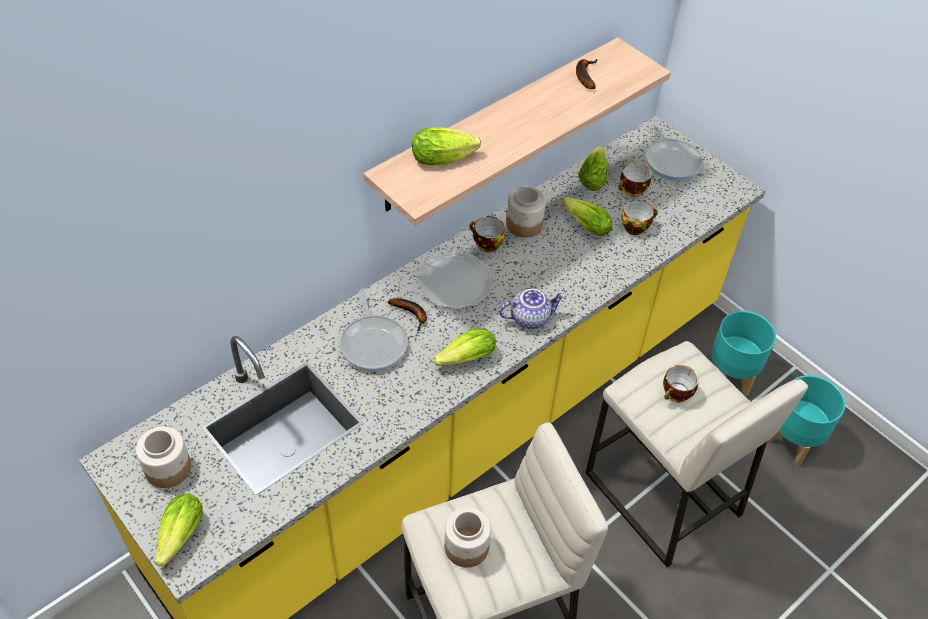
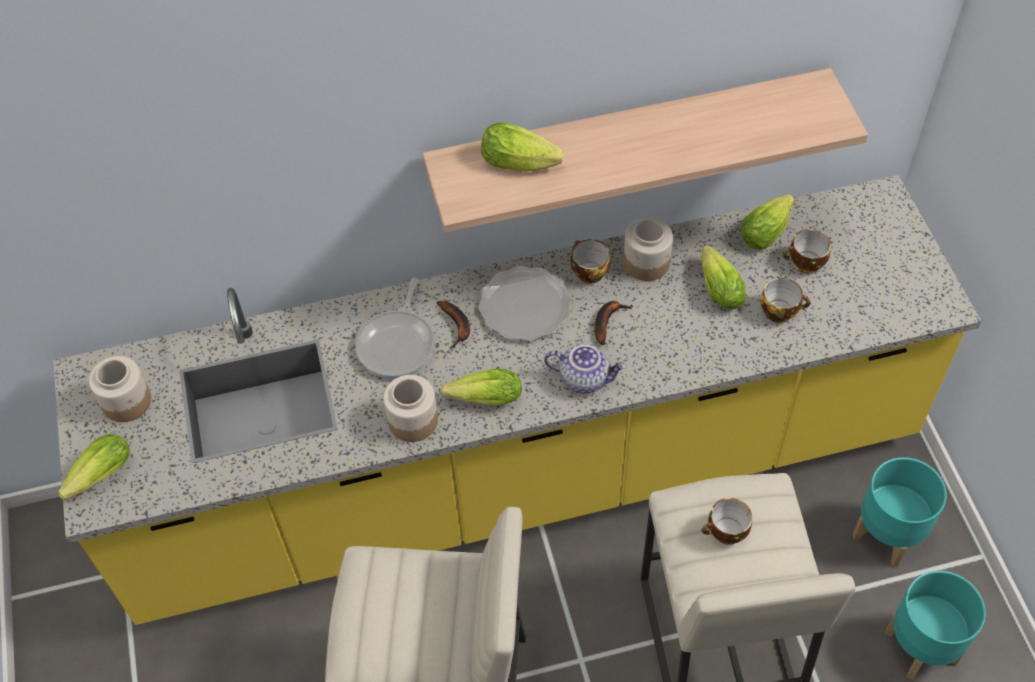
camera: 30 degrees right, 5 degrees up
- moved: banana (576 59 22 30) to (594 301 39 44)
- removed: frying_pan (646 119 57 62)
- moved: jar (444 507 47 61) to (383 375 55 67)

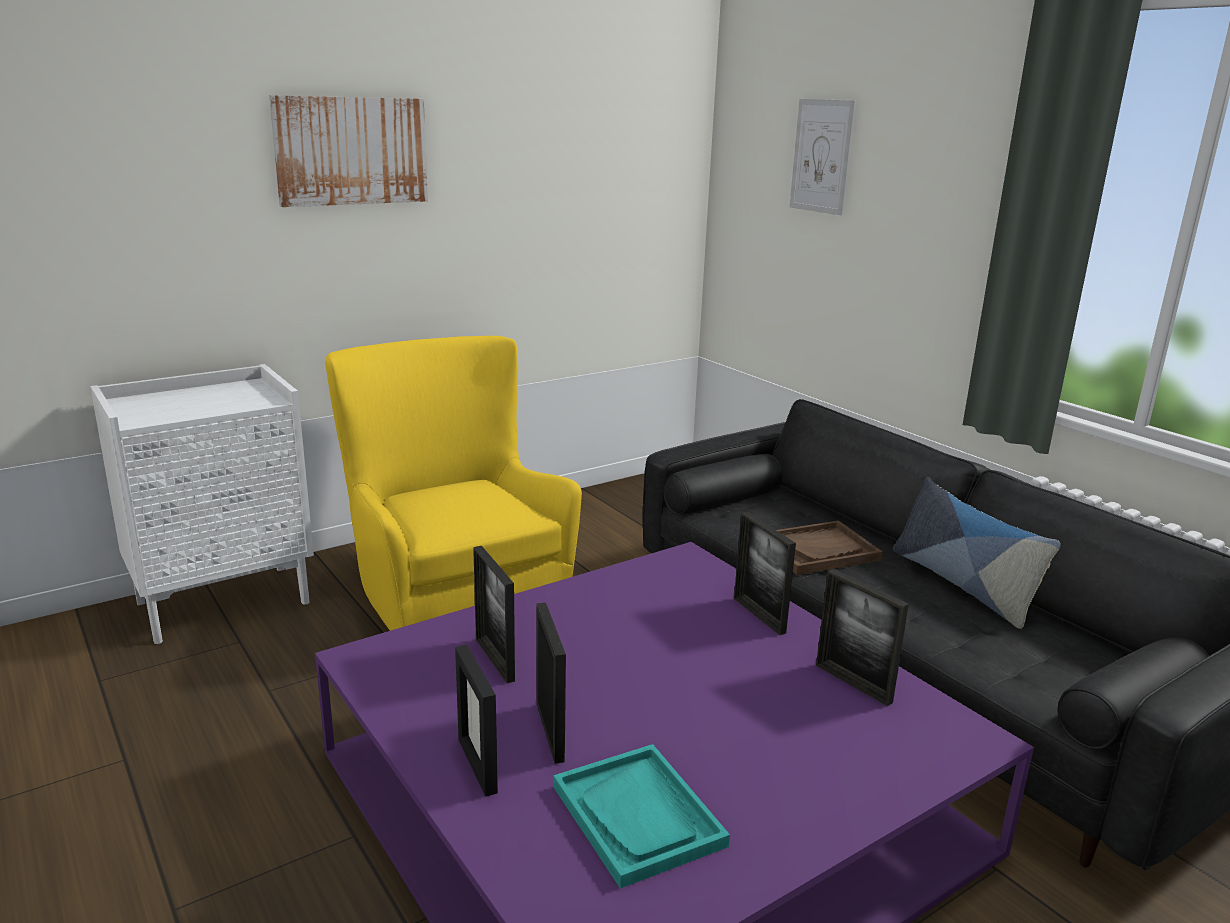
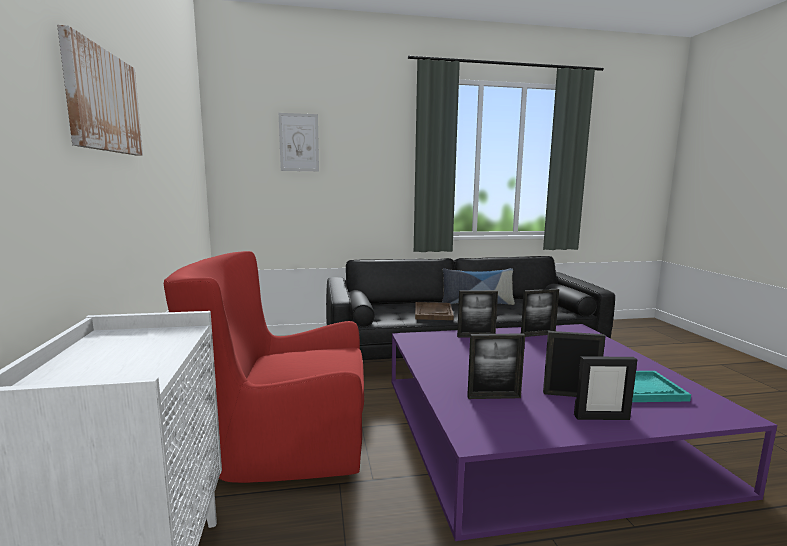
camera: 65 degrees left, 10 degrees down
- recoloured: yellow_armchair (325 336 257 295) to red_armchair (164 251 200 232)

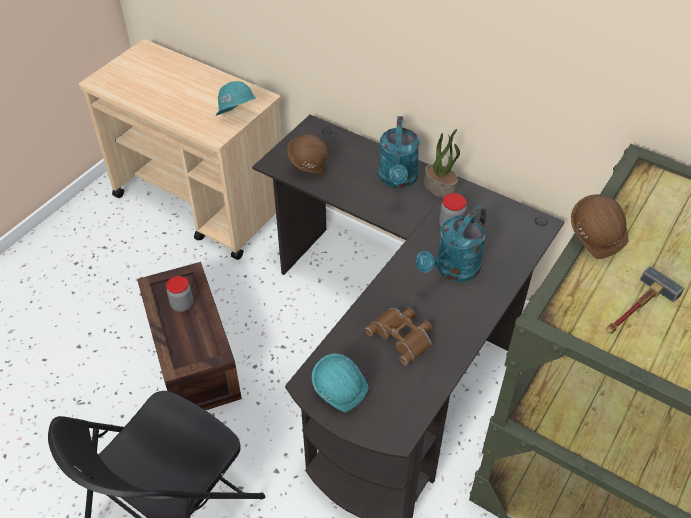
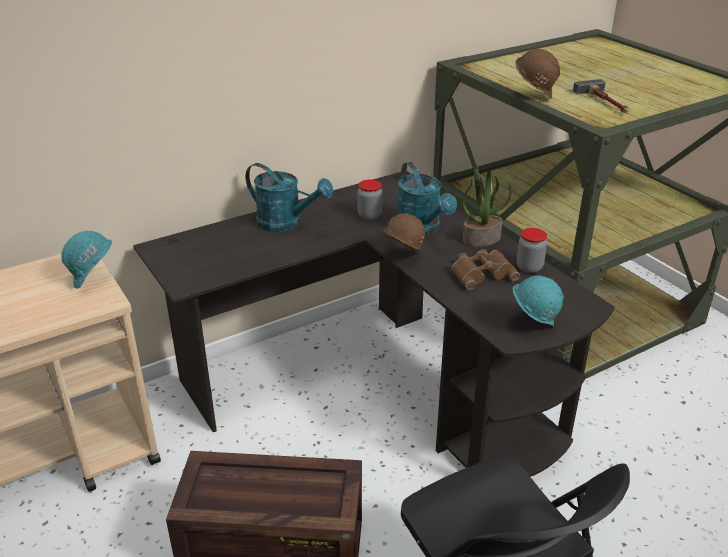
camera: 65 degrees left, 15 degrees down
- moved: potted_plant (424 129 36 69) to (462 169 50 78)
- moved: brown_hard_hat (287 134 41 41) to (382 213 43 39)
- moved: jar (166 276 27 36) to (516 228 31 45)

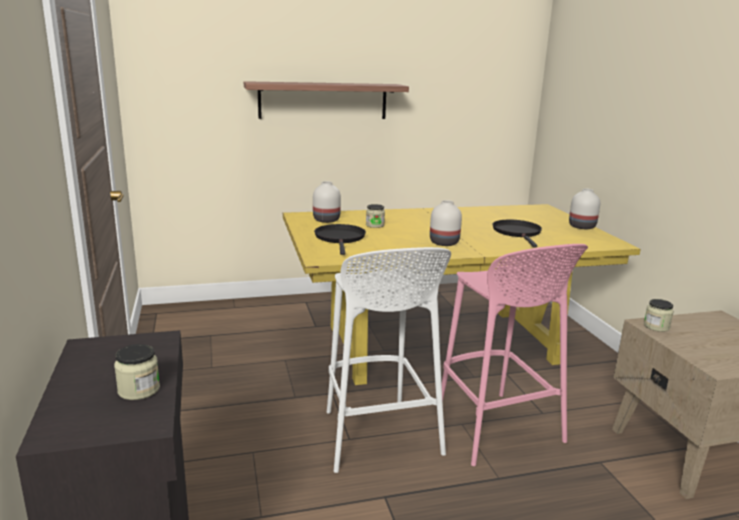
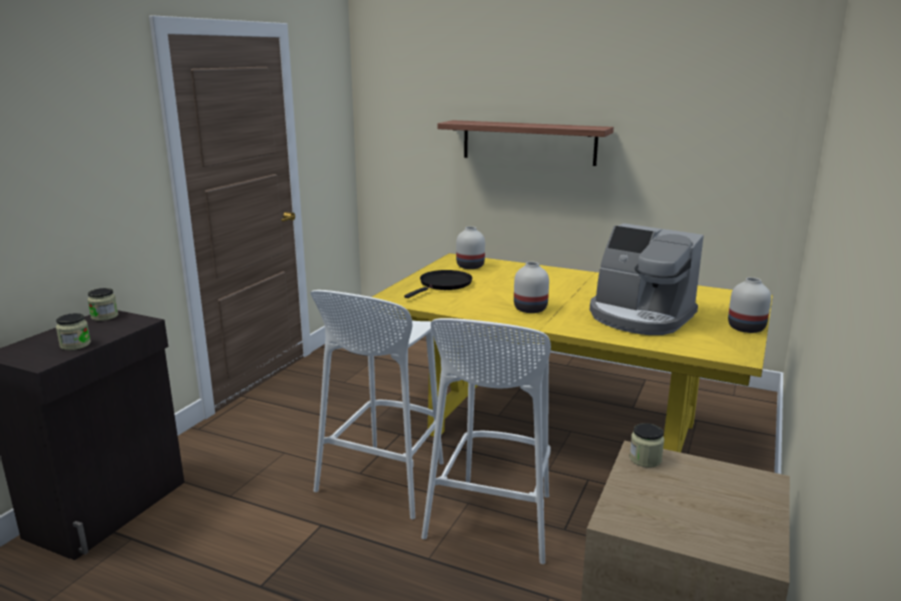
camera: 40 degrees right, 0 degrees up
- moved: jar (366 204 19 24) to (88 288 30 33)
- replaced: black_frying_pan (493 220 49 27) to coffee_machine (590 223 114 112)
- recoloured: pink_stool (442 244 146 222) to white_stool (421 318 130 246)

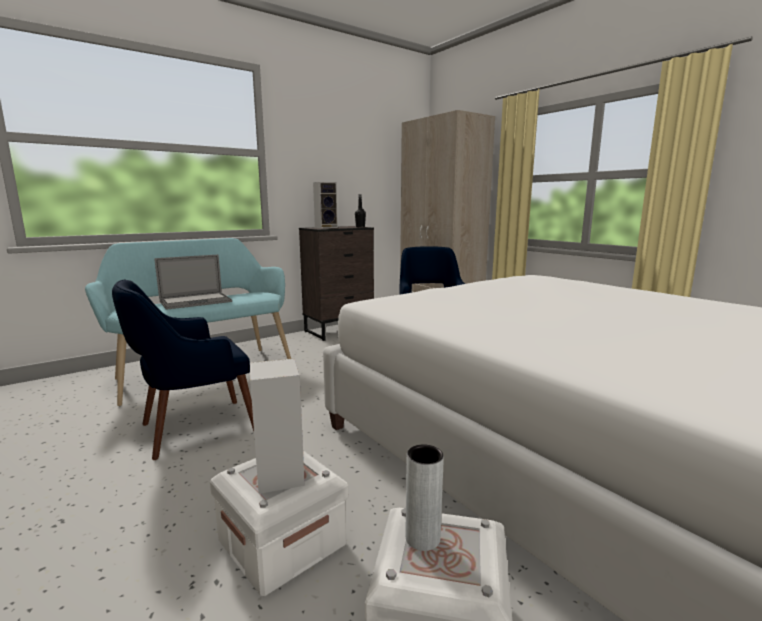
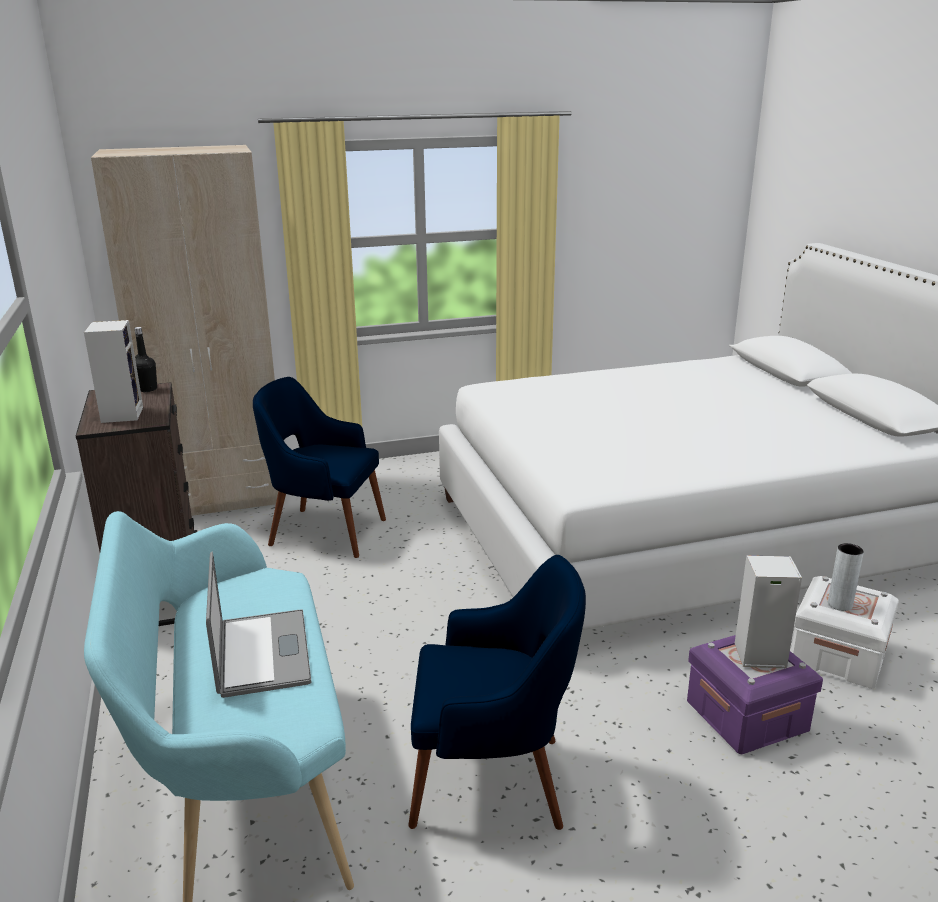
camera: 70 degrees left, 10 degrees up
- turned: blue_armchair (112 280 142 180) = (408 555 178 275) 75 degrees counterclockwise
- recoloured: white_storage_box (210 450 139 146) to purple_storage_box (687 635 136 119)

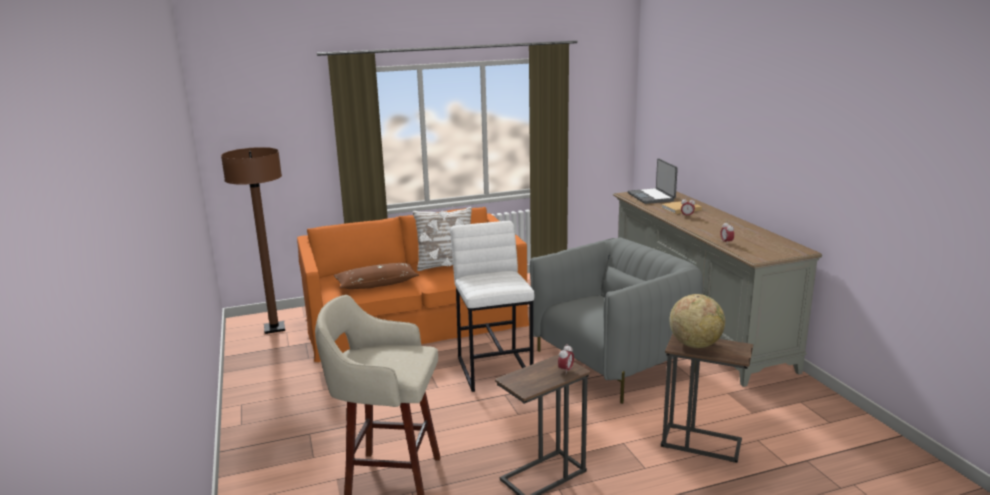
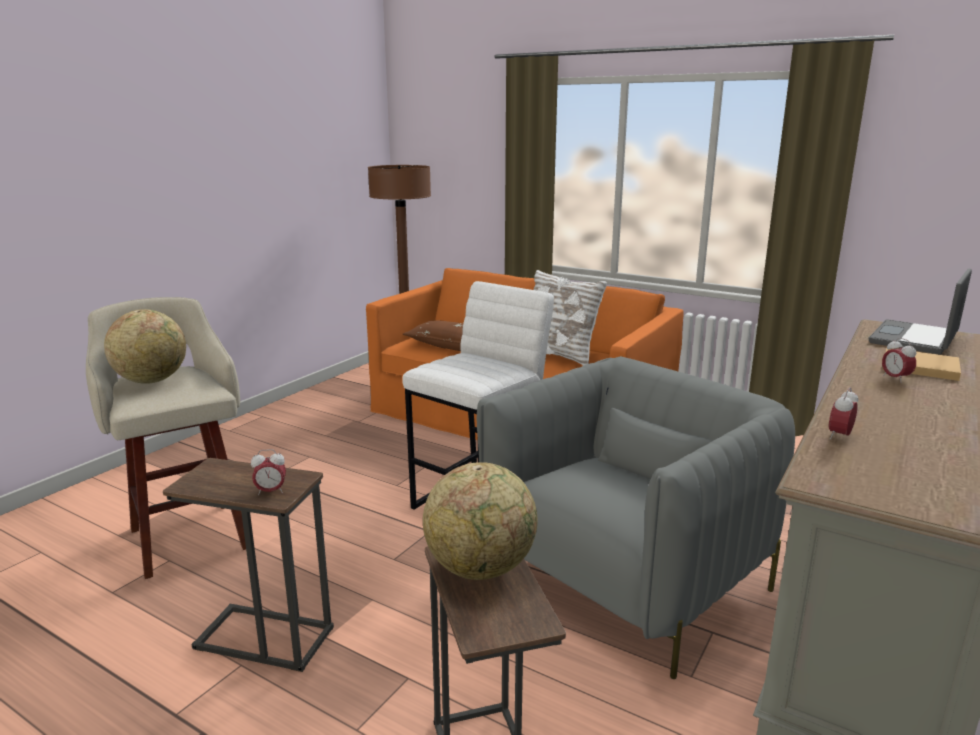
camera: 50 degrees right, 0 degrees up
- turned: grey_armchair (530 237 173 167) = (477 356 318 323) 60 degrees counterclockwise
- added: globe (104 309 82 75)

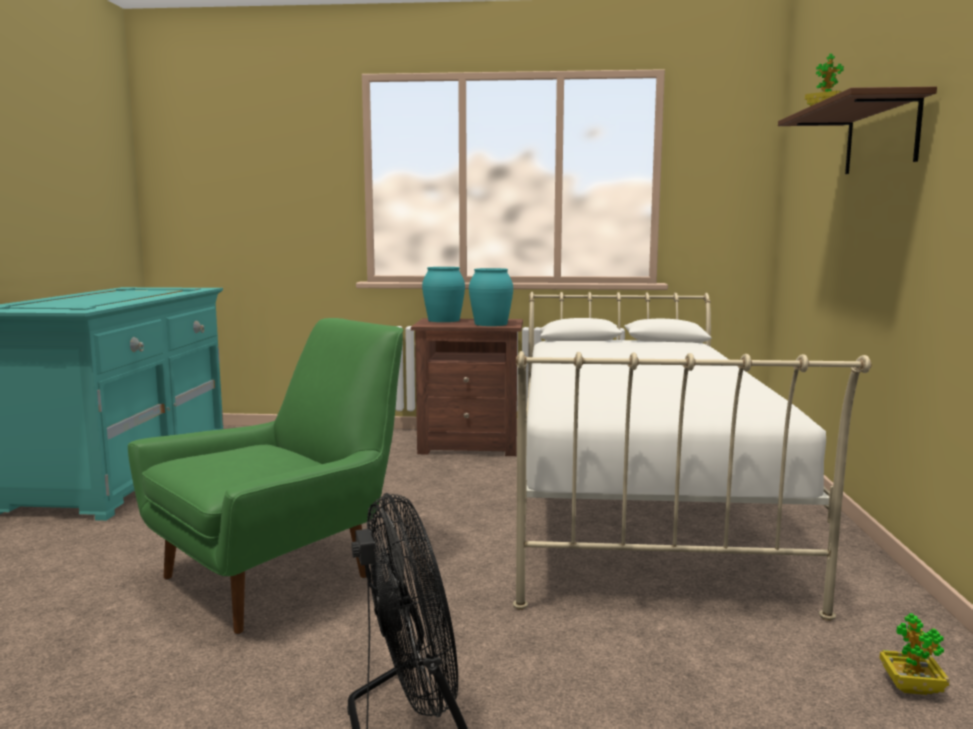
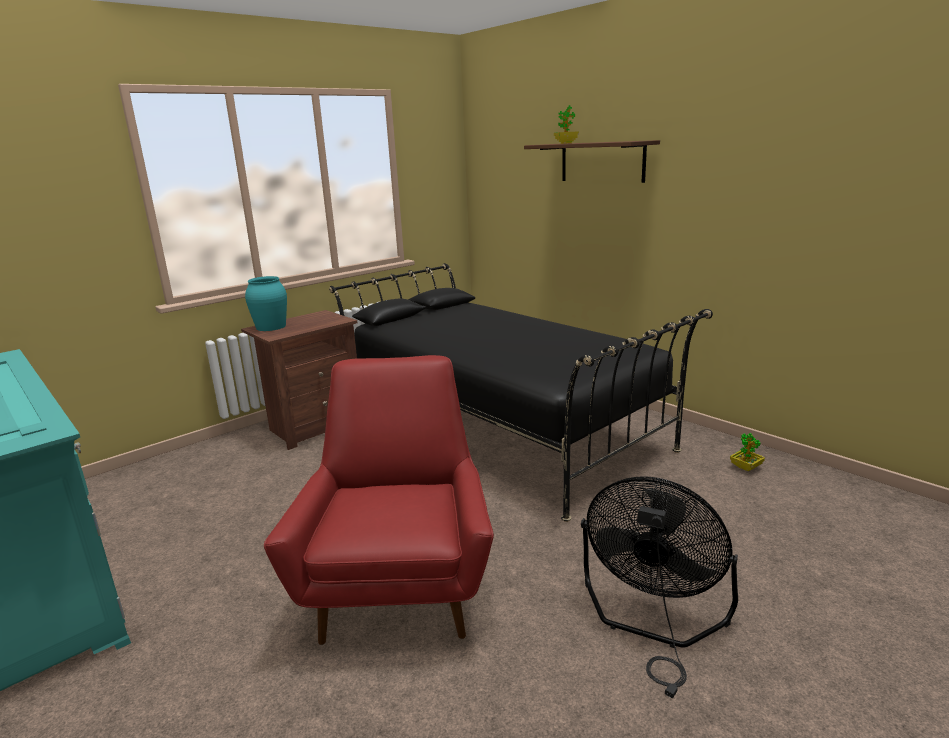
camera: 45 degrees left, 10 degrees up
- removed: turquoise_vase (469 268 44 58)
- recoloured: white_bed (513 292 359 329) to black_bed (329 263 384 259)
- recoloured: green_armchair (128 318 275 317) to red_armchair (264 355 230 290)

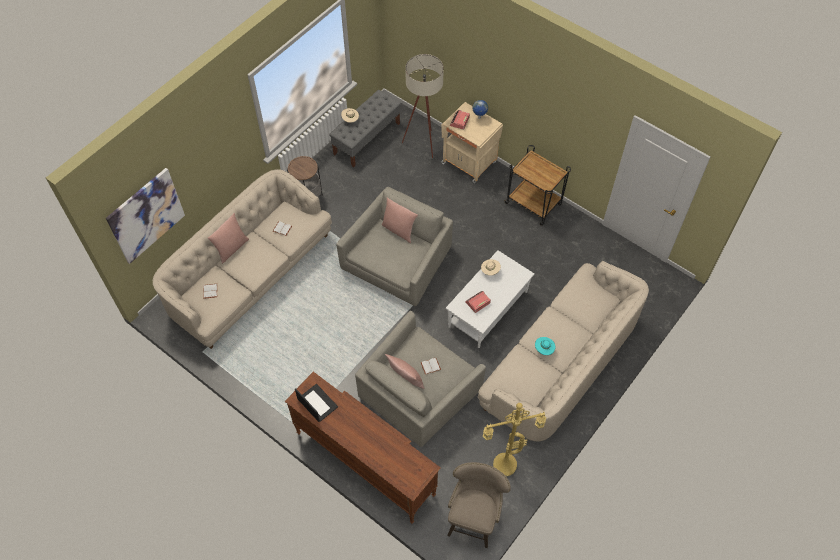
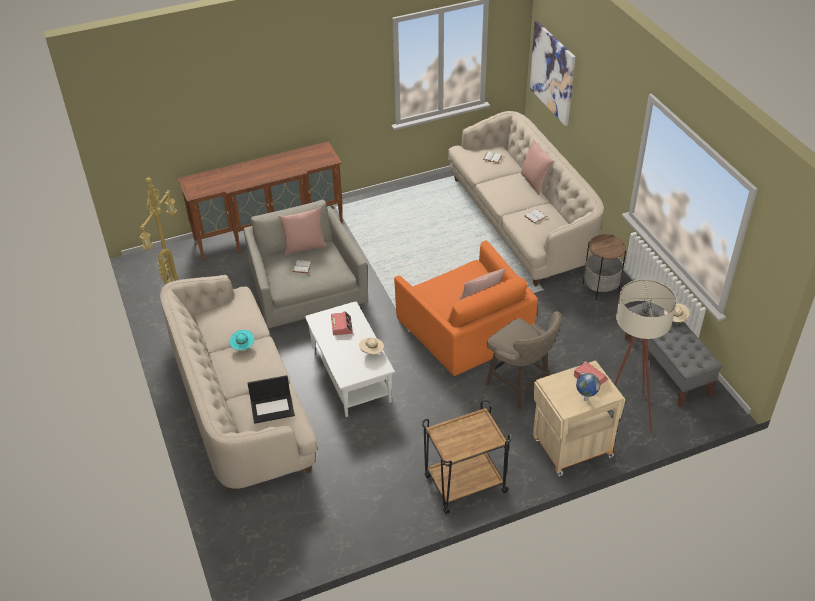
camera: 120 degrees right, 15 degrees down
- recoloured: grey_armchair (336 187 117 119) to orange_armchair (394 240 144 136)
- moved: laptop (295 384 43 38) to (248 375 47 49)
- moved: beige_stool (447 462 64 86) to (486 311 76 98)

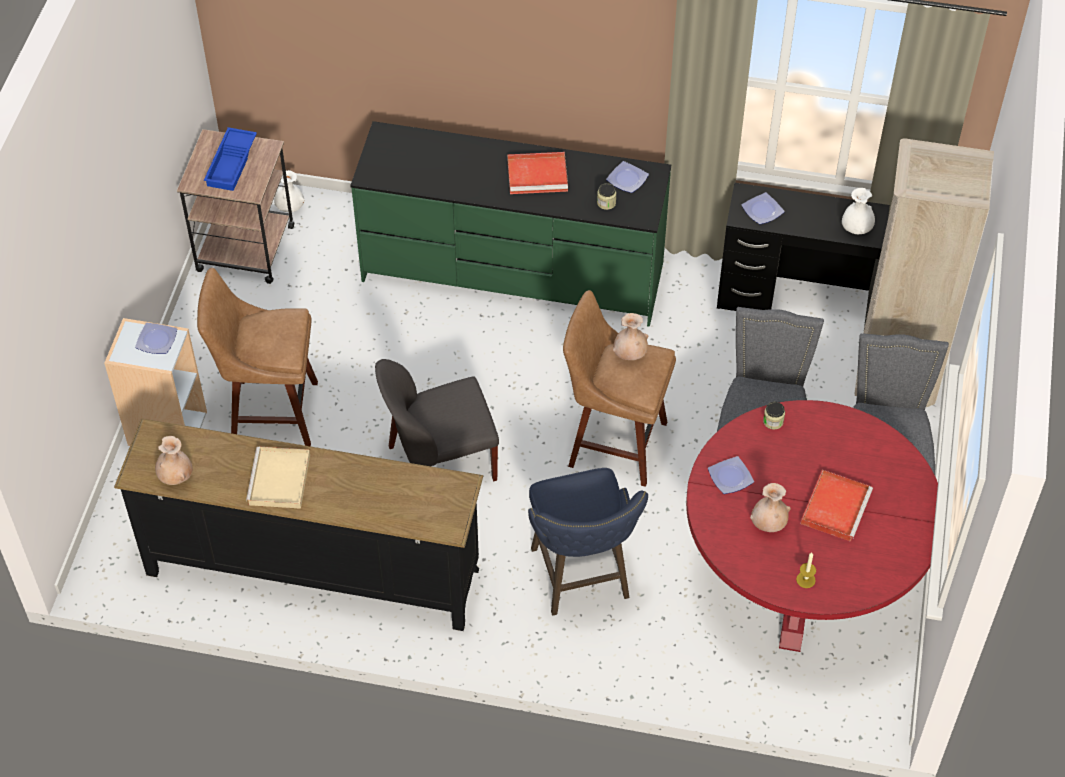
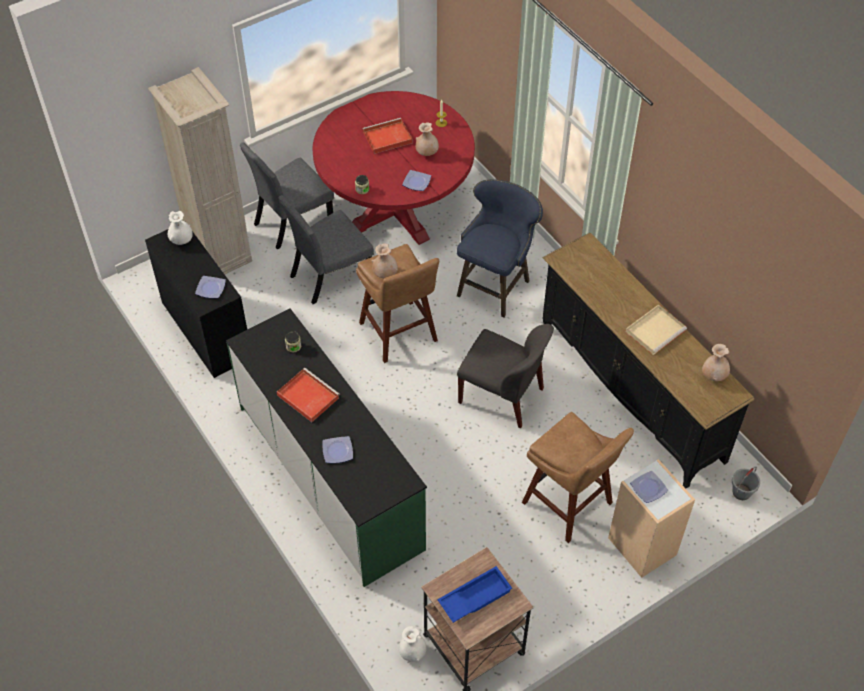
camera: 135 degrees left, 0 degrees up
- moved: plate (606 161 43 32) to (323 436 30 27)
- added: grey_bucket (732 466 28 34)

